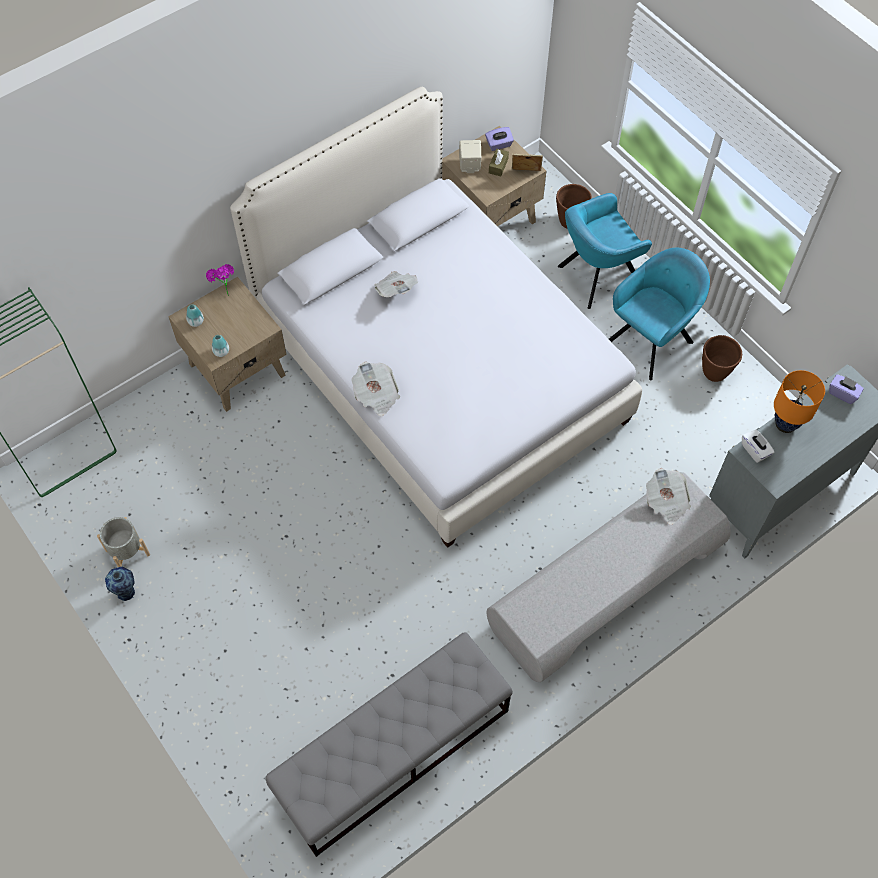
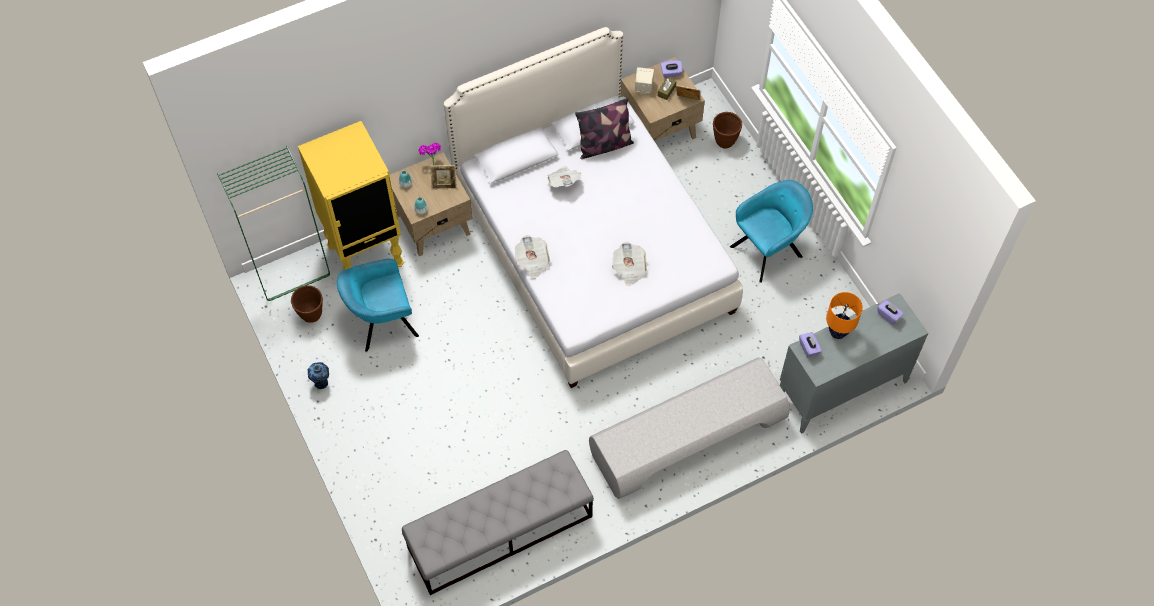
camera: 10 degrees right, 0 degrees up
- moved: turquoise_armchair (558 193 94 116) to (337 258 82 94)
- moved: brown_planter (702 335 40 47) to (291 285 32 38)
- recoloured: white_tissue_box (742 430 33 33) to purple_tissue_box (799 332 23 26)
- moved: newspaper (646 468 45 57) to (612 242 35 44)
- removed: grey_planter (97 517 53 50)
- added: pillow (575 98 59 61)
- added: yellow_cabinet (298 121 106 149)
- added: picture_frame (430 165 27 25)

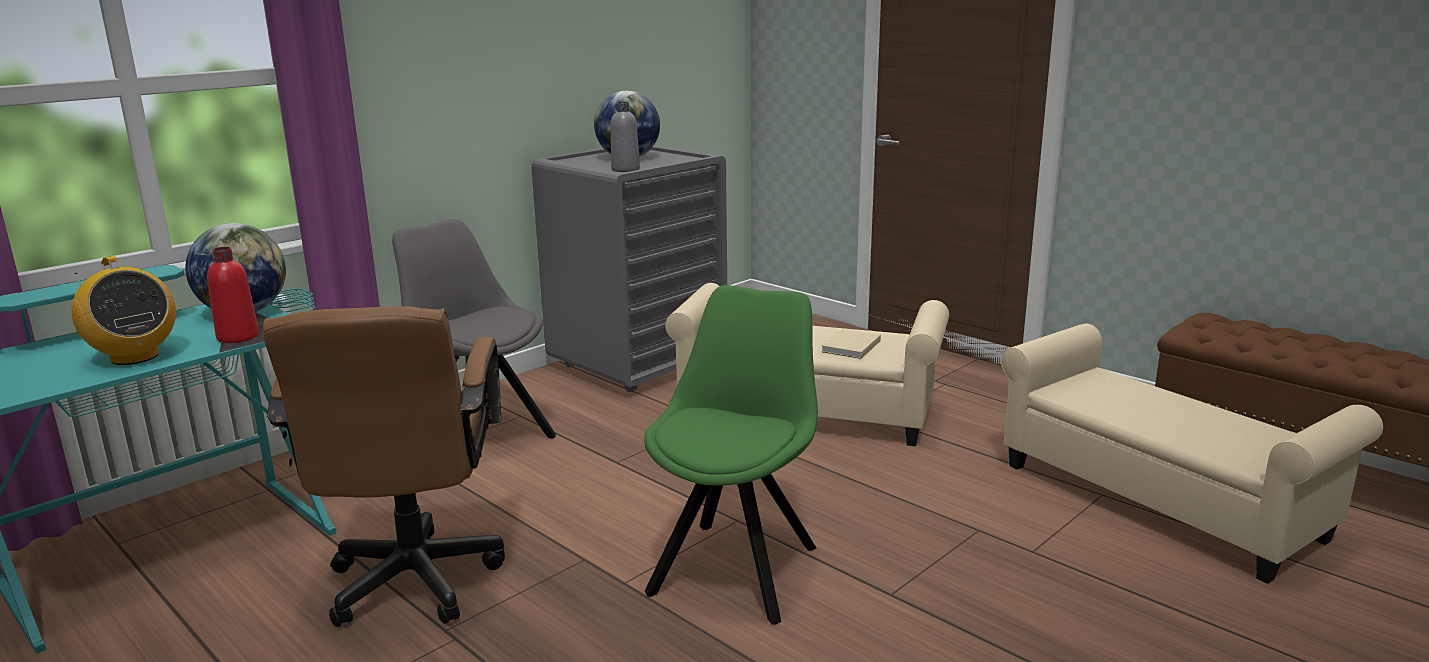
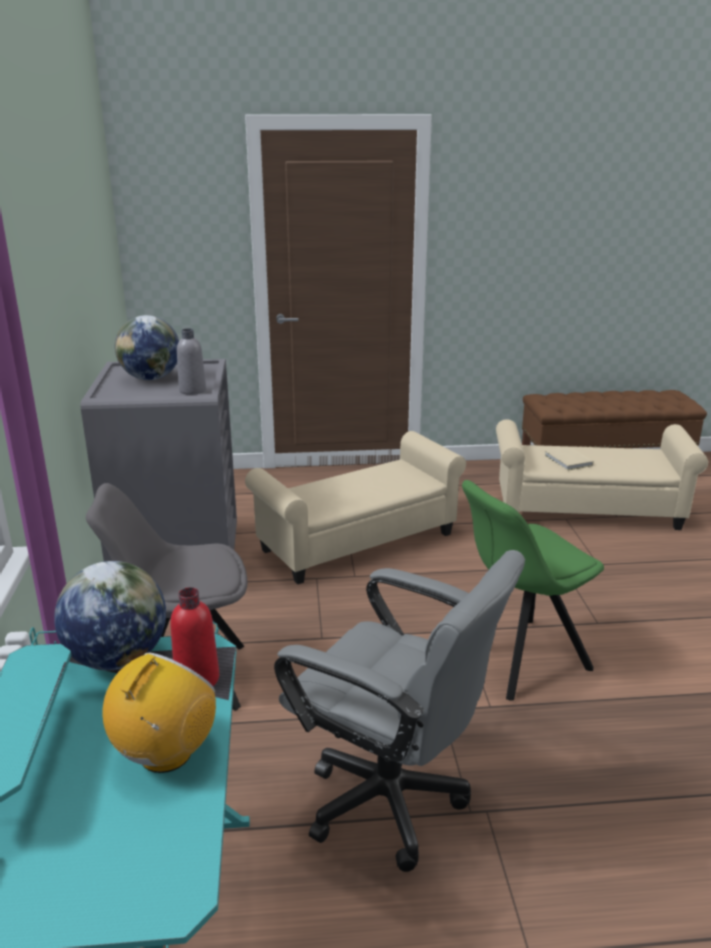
camera: 50 degrees left, 5 degrees up
- turned: radio (71 256 105 109) = (102 653 114 120) 60 degrees counterclockwise
- turned: green_chair (644 285 174 340) = (462 480 142 221) 90 degrees counterclockwise
- recoloured: brown_office_chair (263 306 242 321) to grey_office_chair (274 550 251 322)
- moved: beige_book (821 328 60 31) to (544 447 49 23)

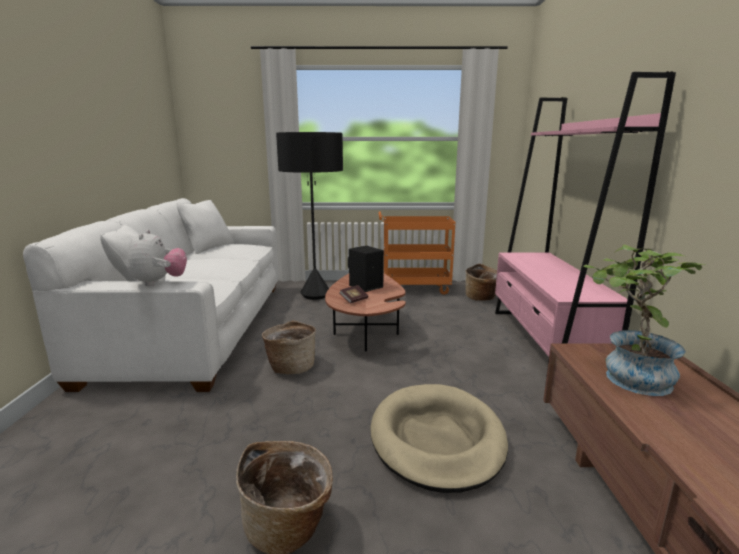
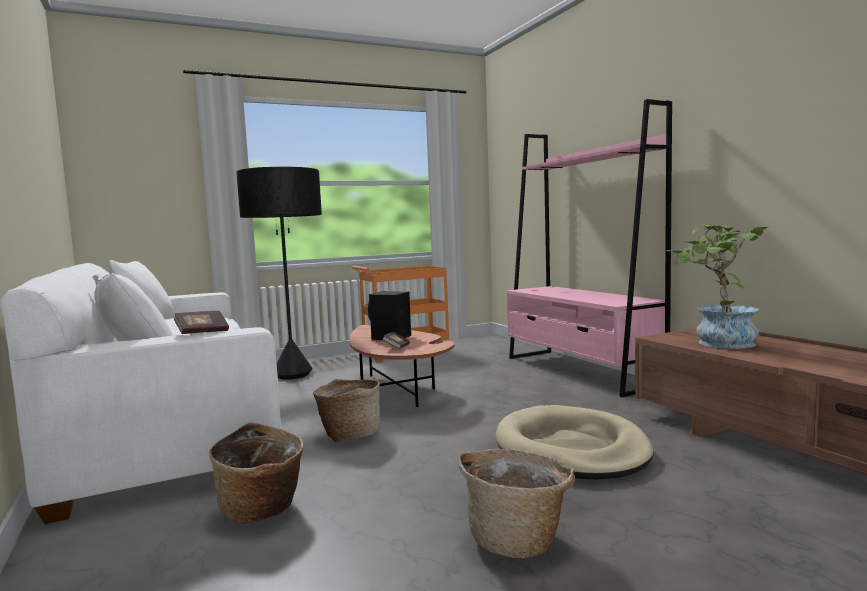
camera: 25 degrees left, 10 degrees down
- replaced: plush_toy (128 230 59 56) to book (174 311 55 23)
- moved: basket (465 264 32 37) to (209 423 95 101)

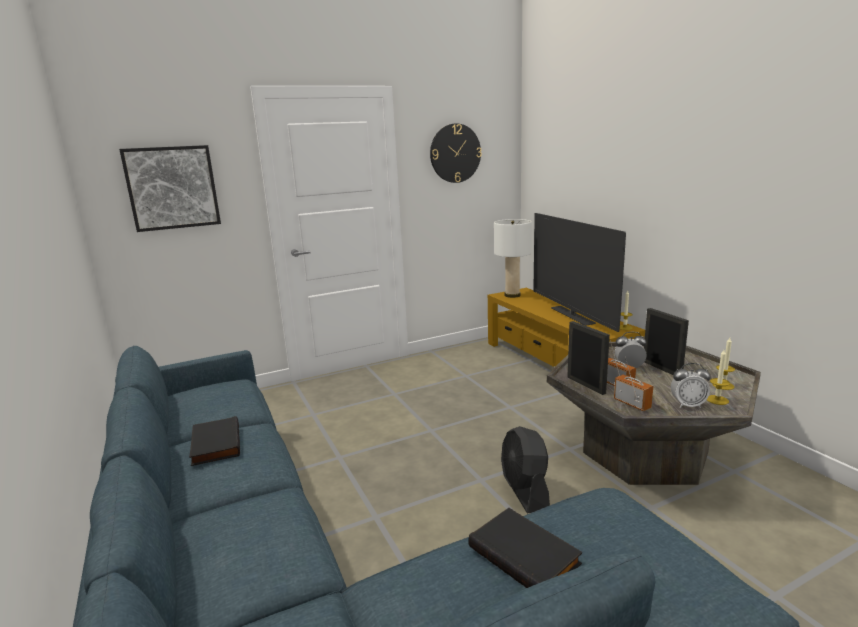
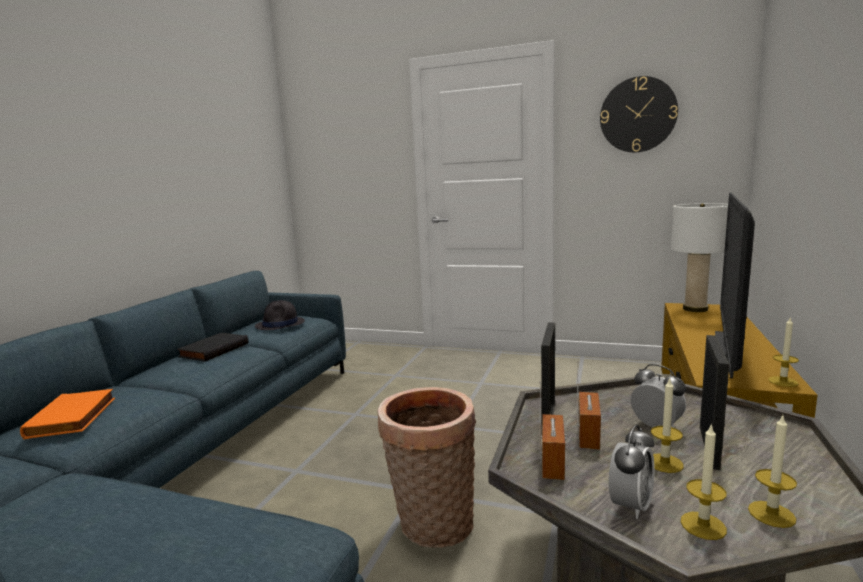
camera: 45 degrees right, 5 degrees down
- removed: picture (119 145 102 87)
- turned: alarm_clock (671 363 40 45) = (609 425 46 94) 105 degrees counterclockwise
- replaced: black_fan (501 426 49 88) to basket (378 387 98 161)
- removed: black_book (468 508 114 80)
- added: black_hat (255 300 50 30)
- added: candle (651 377 33 96)
- added: orange_book (20 389 95 50)

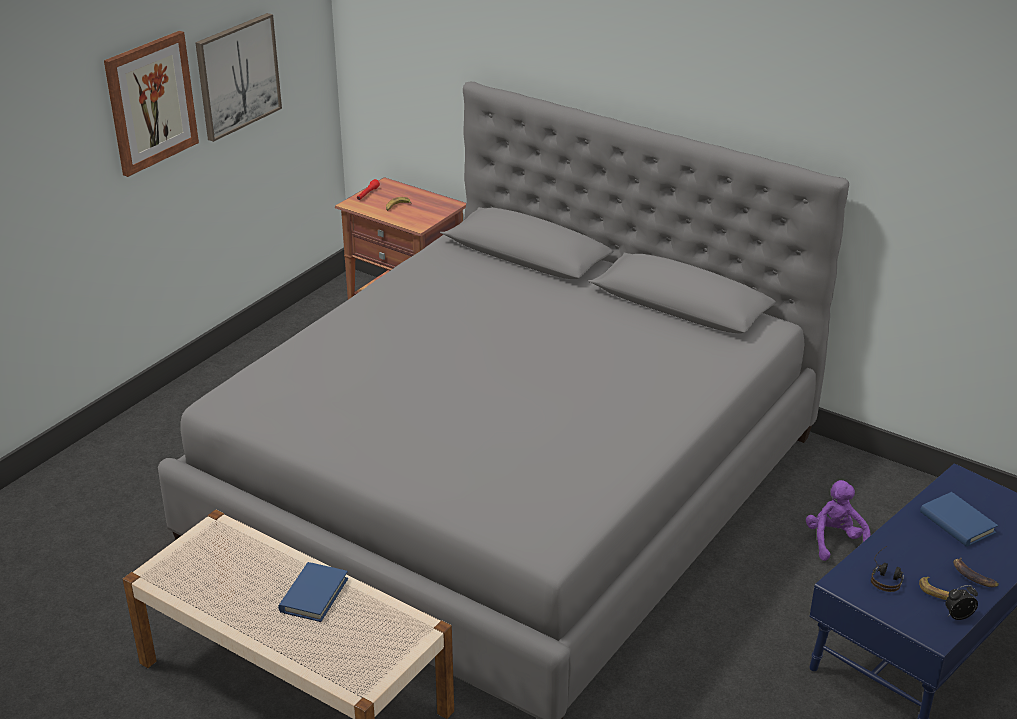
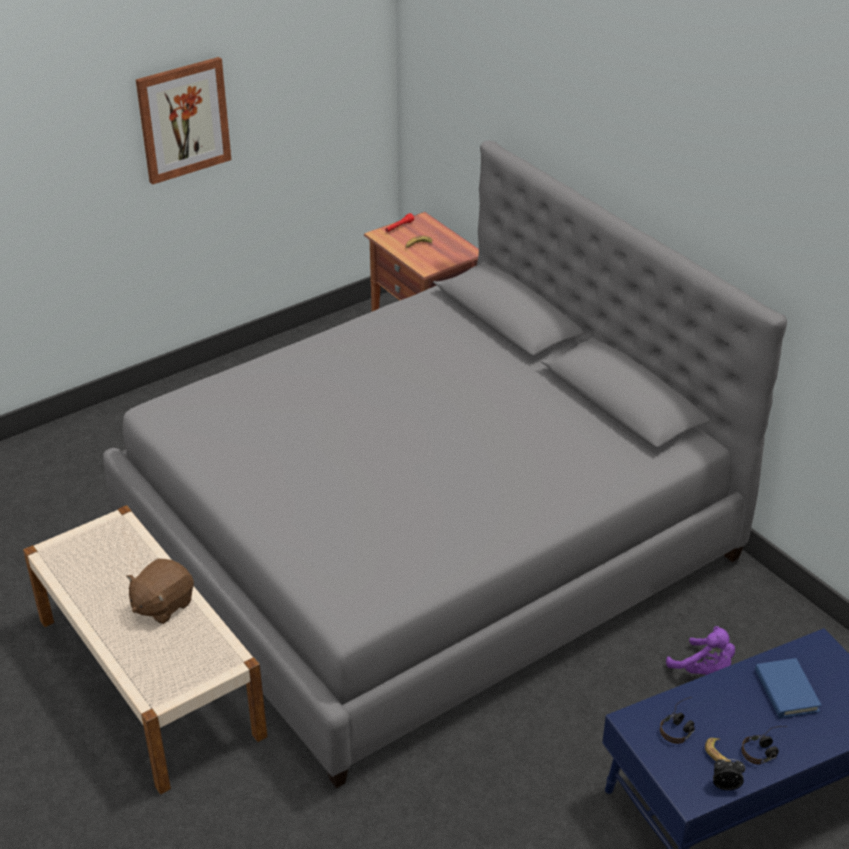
camera: 20 degrees right, 5 degrees up
- removed: picture (195 13 87 129)
- turned: purple_plush_toy (806 480 65 81) = (666 626 69 49) 120 degrees clockwise
- replaced: banana (953 557 46 30) to headphones (741 726 47 38)
- replaced: blue_book (278 562 70 60) to brown_plush_toy (126 559 68 65)

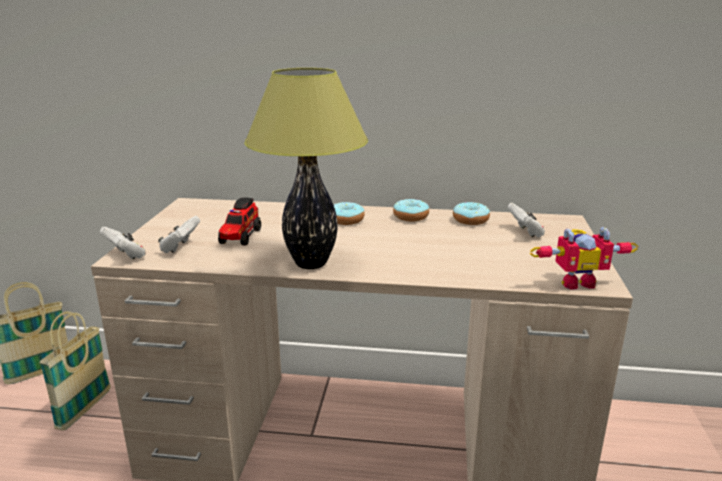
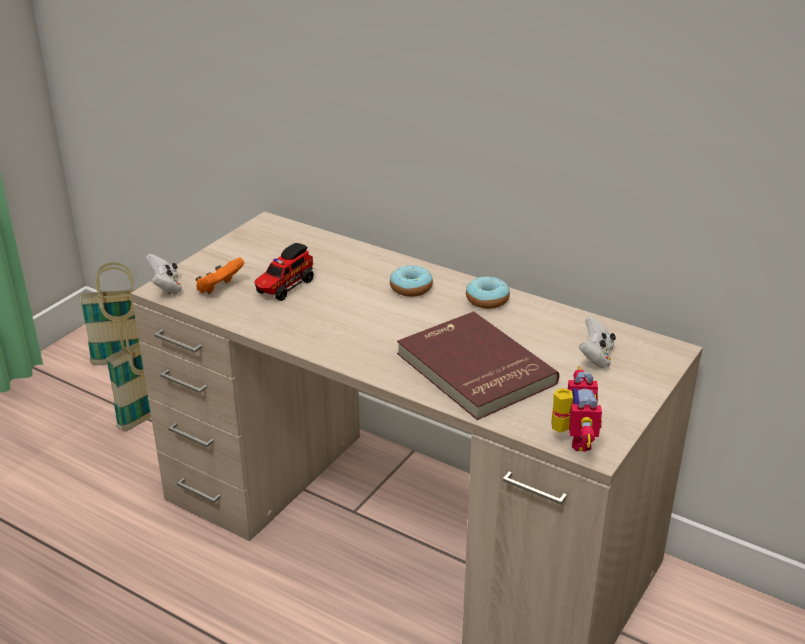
camera: 25 degrees right, 10 degrees up
- removed: table_lamp (244 68 124 201)
- removed: donut (453 202 37 23)
- recoloured: white_game_controller (158 216 42 37) to orange_game_controller (195 257 50 37)
- turned: toy_robot (530 227 108 63) = (551 366 51 86) 105 degrees counterclockwise
- added: red_book (397 311 162 109)

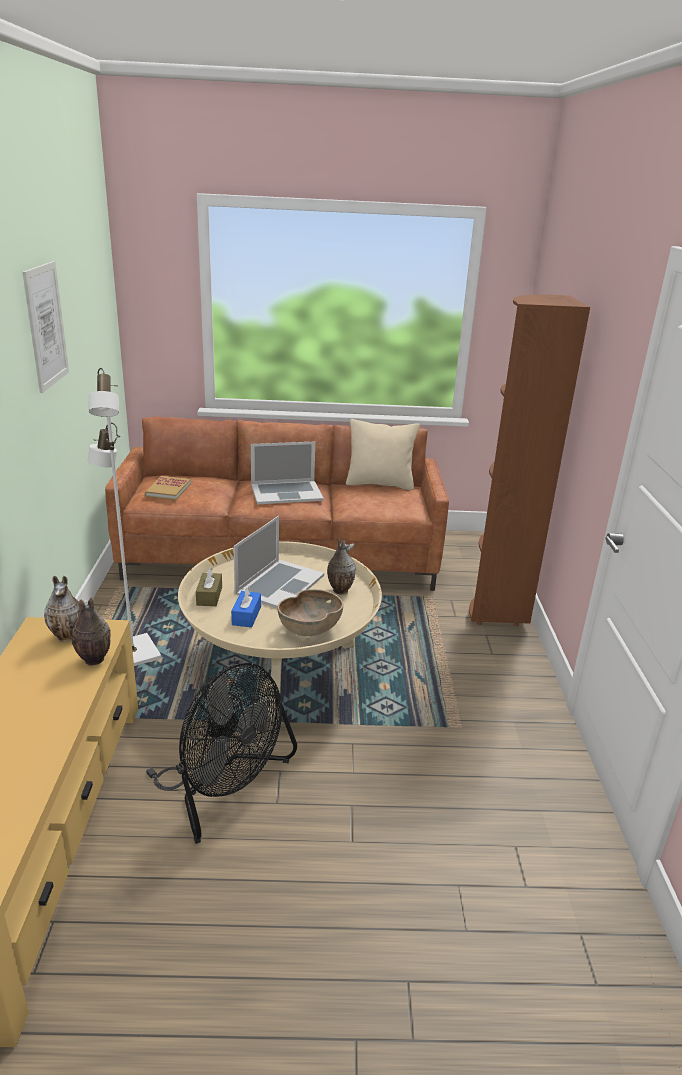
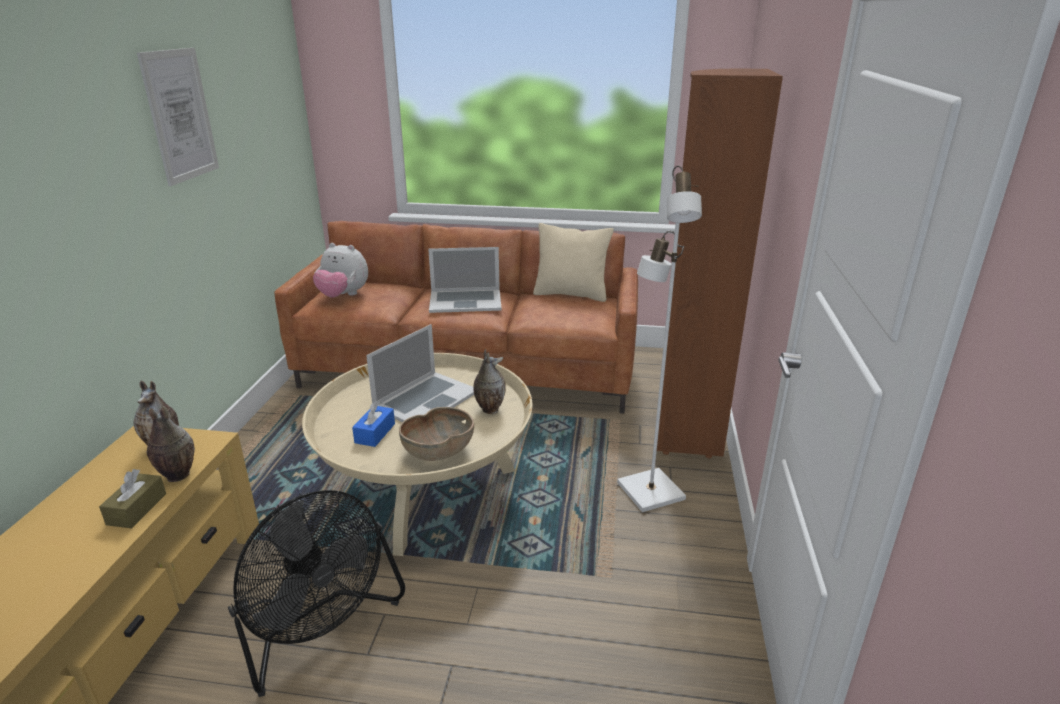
camera: 10 degrees right, 0 degrees up
- moved: white_floor_lamp (87 368 75 298) to (617 166 85 346)
- replaced: book (145 476 46 24) to plush_toy (313 243 55 54)
- moved: brown_tissue_box (196 567 26 39) to (99 469 67 59)

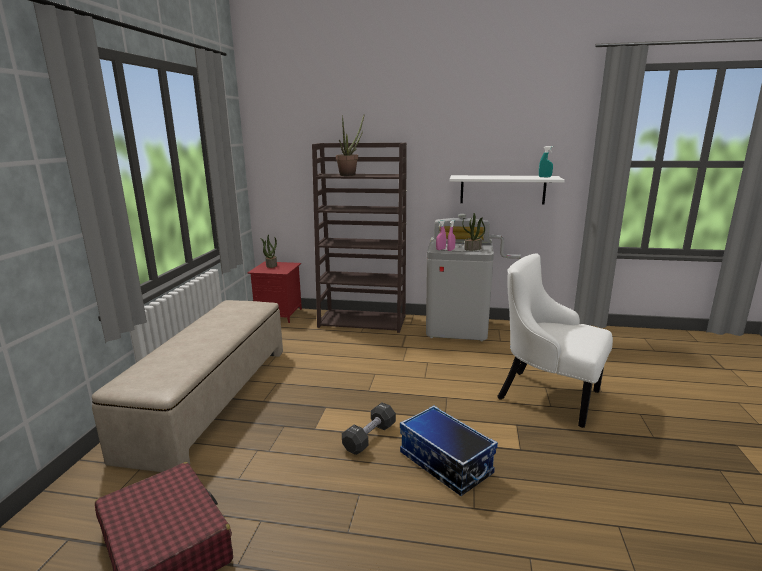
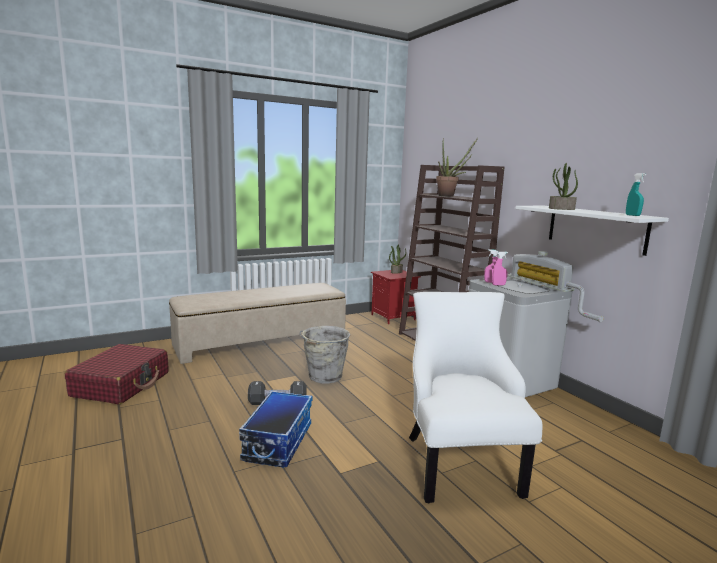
camera: 50 degrees right, 5 degrees down
- moved: potted_plant (462 213 23 38) to (549 163 29 47)
- added: grey_bucket (300 326 50 58)

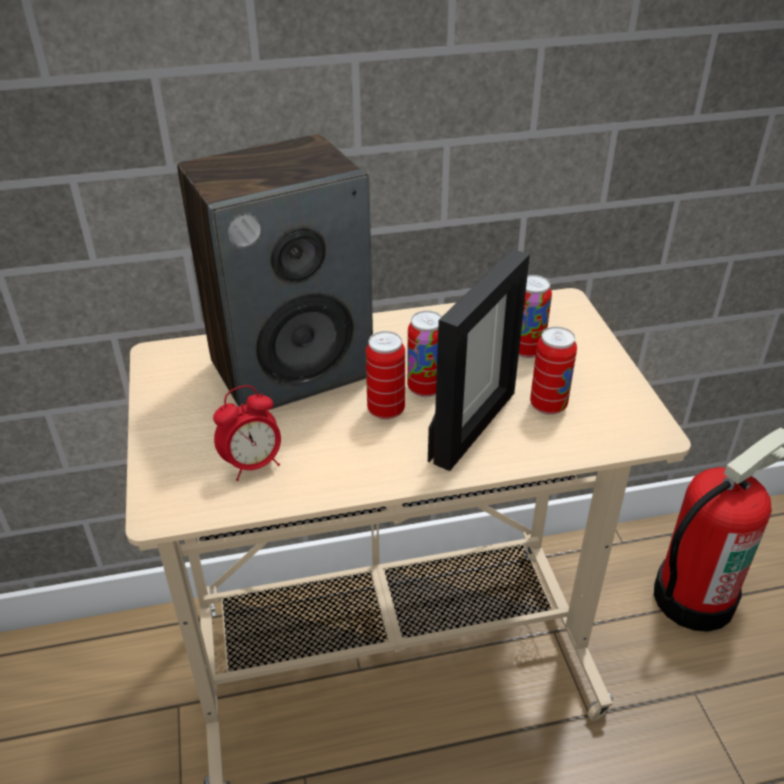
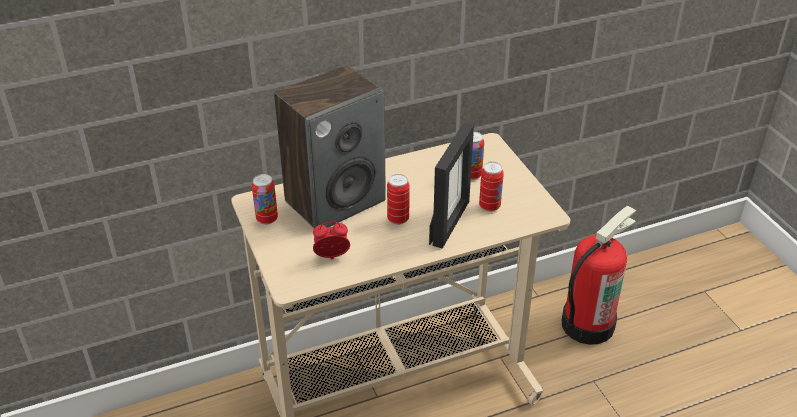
camera: 10 degrees left, 0 degrees up
- moved: can (407 311 35 86) to (252 174 26 51)
- turned: alarm_clock (213 385 68 96) = (313 222 37 37) 150 degrees counterclockwise

